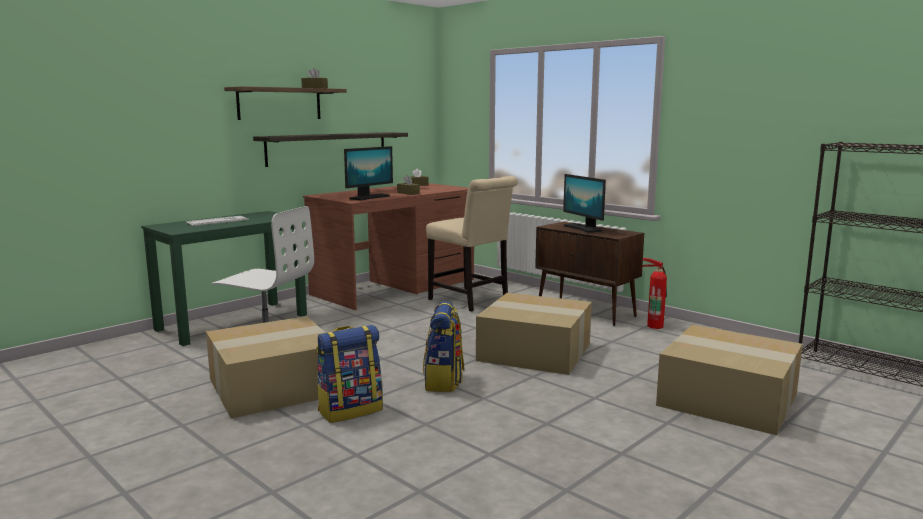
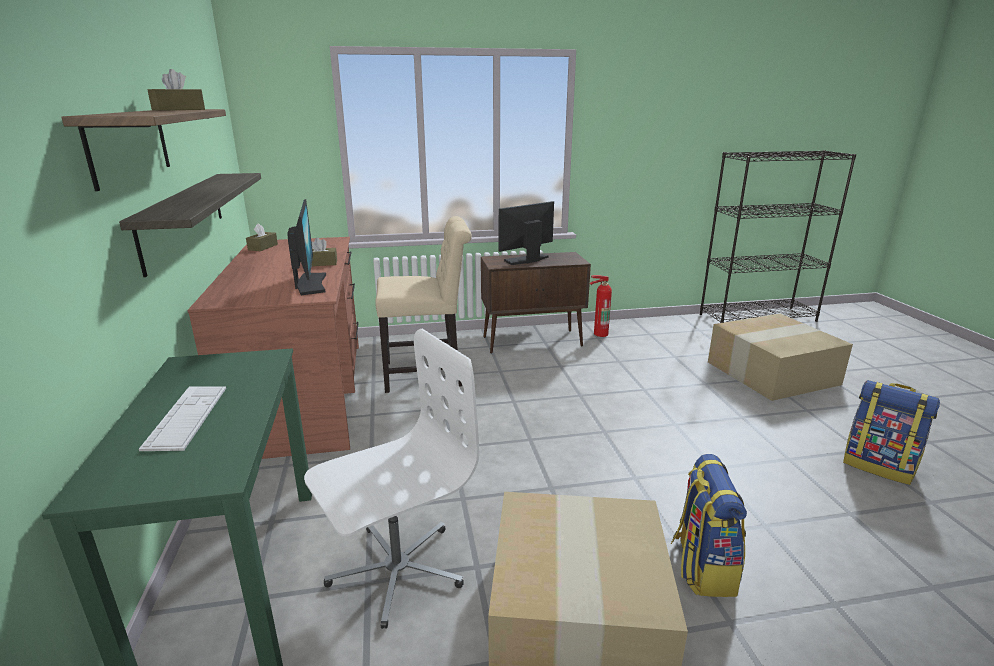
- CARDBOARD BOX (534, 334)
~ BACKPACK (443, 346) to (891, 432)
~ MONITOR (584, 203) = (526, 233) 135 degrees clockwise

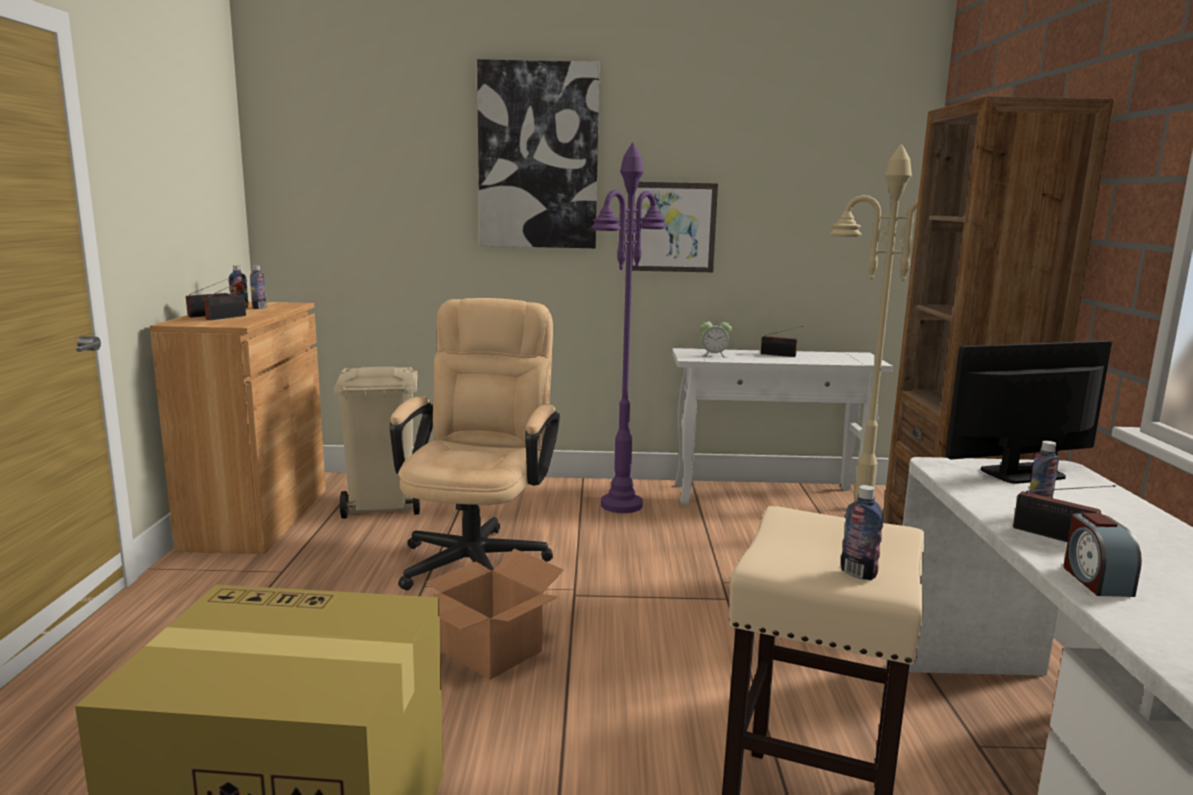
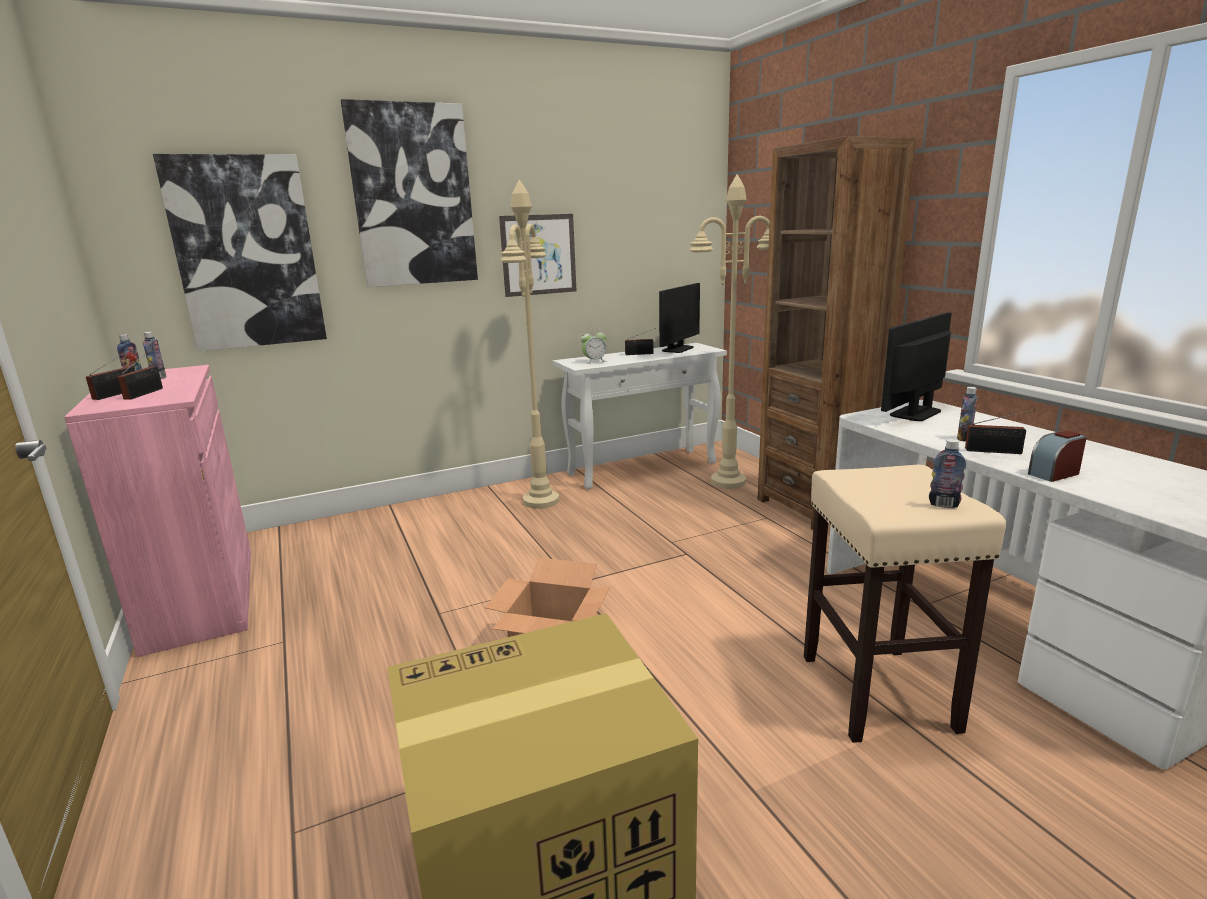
- BEIGE TRASH CAN (376, 443)
- BEIGE OFFICE CHAIR (475, 444)
+ PICTURE (240, 252)
+ MONITOR (679, 318)
~ BROWN CABINET (238, 427) to PINK CABINET (157, 511)
~ PURPLE FLOOR LAMP (629, 327) to BEIGE FLOOR LAMP (529, 344)
~ ALARM CLOCK (1103, 555) = (1057, 456) 90 degrees clockwise

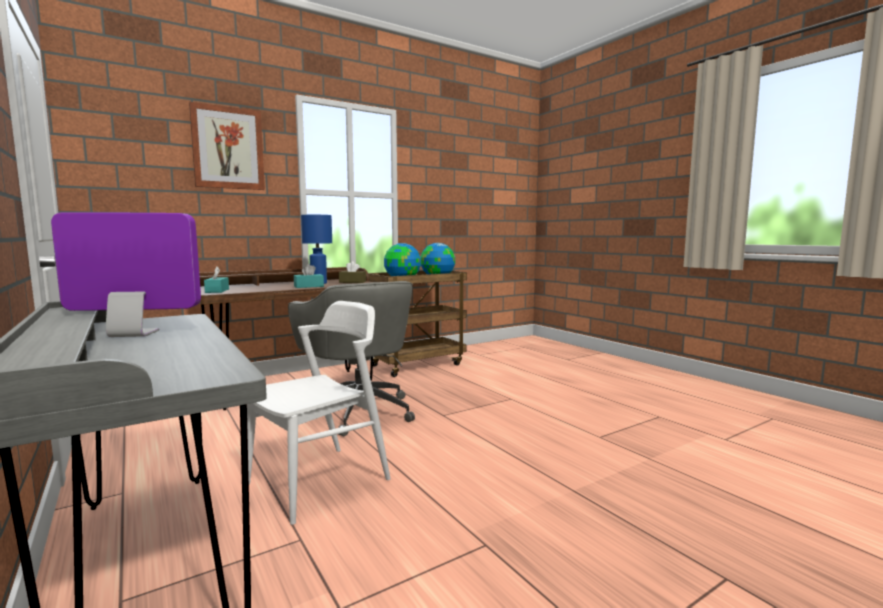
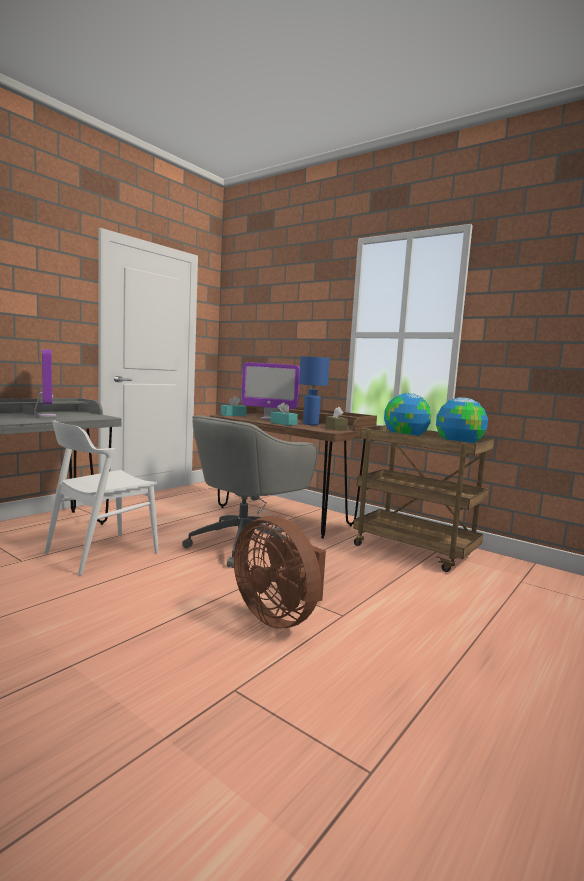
- PICTURE (227, 146)
+ BROWN FAN (280, 572)
+ MONITOR (270, 391)
~ WHITE CHAIR (319, 413) = (102, 498) 105 degrees clockwise

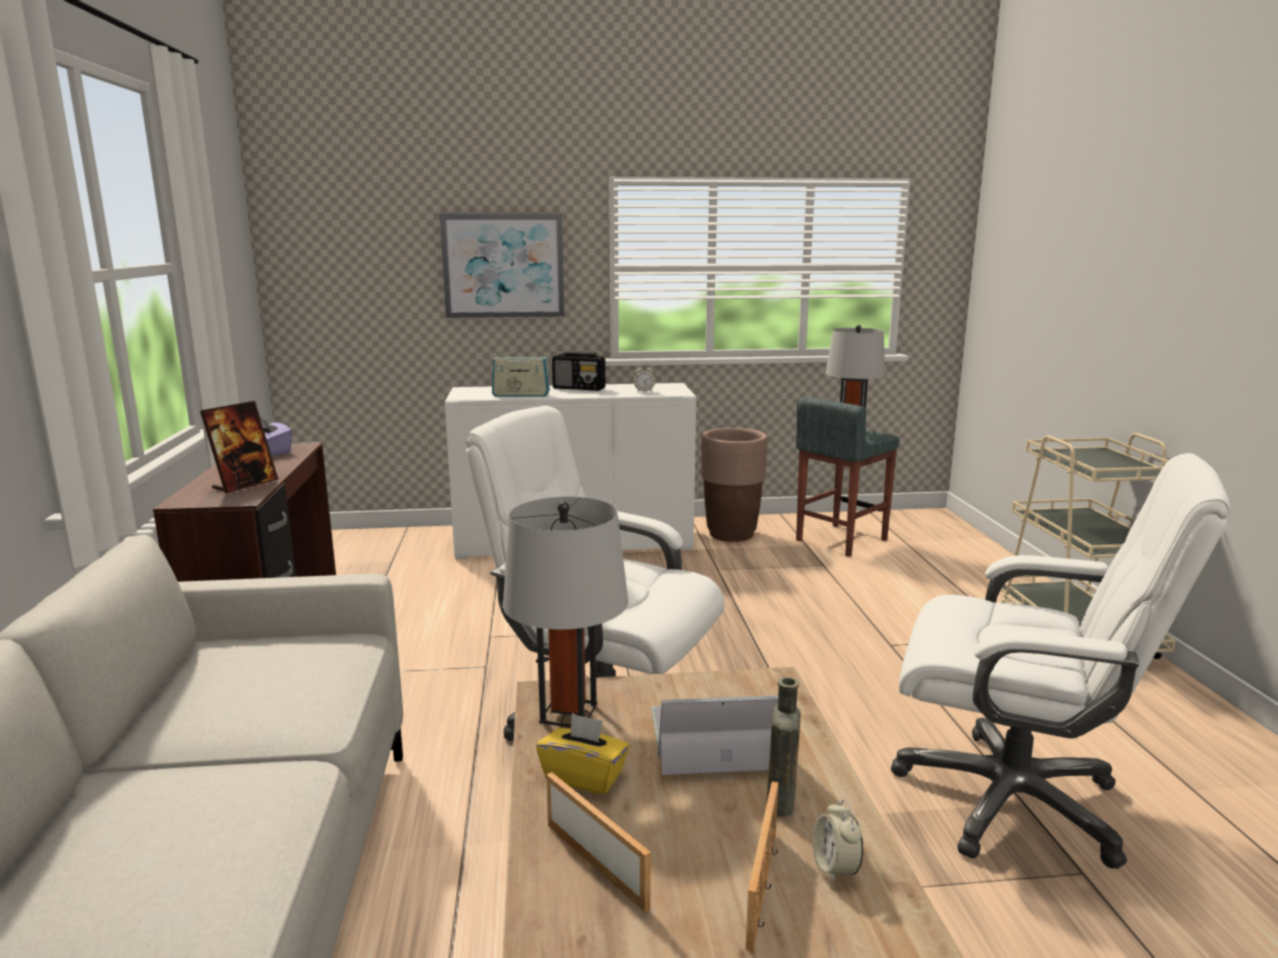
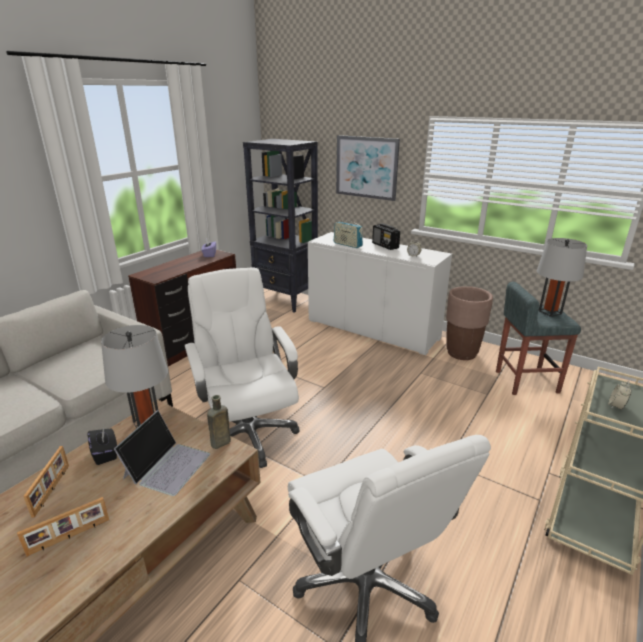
- PICTURE FRAME (239, 447)
+ BLACK BOOKCASE (280, 226)
~ BROWN BOTTLE (783, 747) to (219, 422)
~ ALARM CLOCK (838, 841) to (620, 395)
~ YELLOW TISSUE BOX (583, 753) to BLACK TISSUE BOX (102, 445)
~ LAPTOP (714, 735) = (162, 453) 75 degrees clockwise

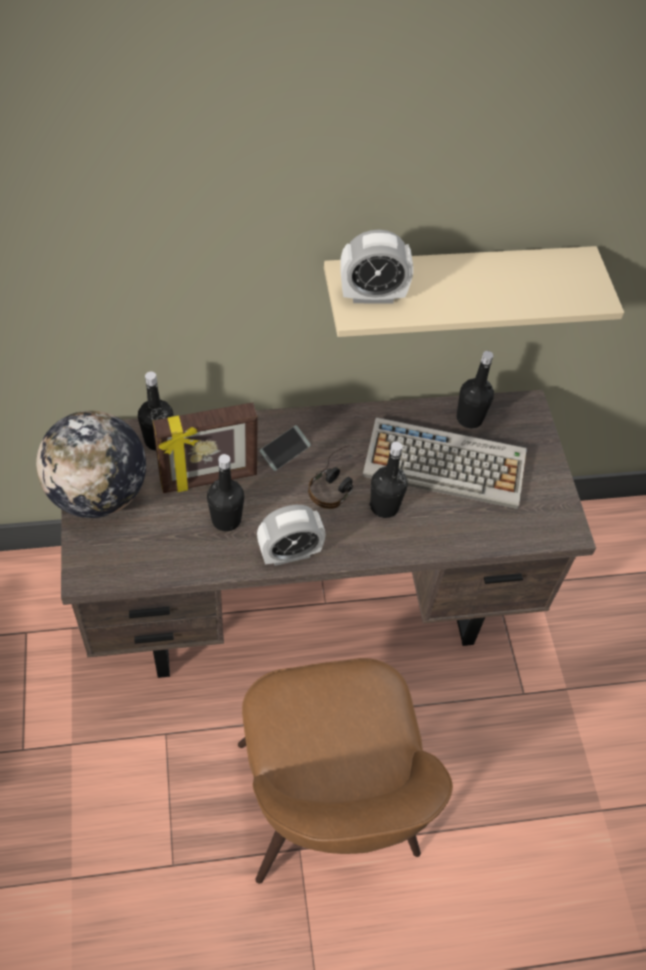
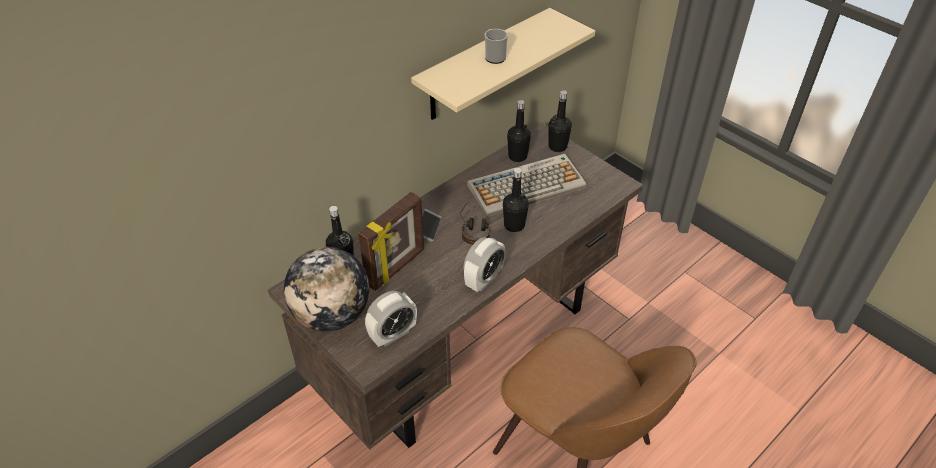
+ MUG (496, 46)
~ BLACK BOTTLE (225, 492) to (560, 121)
~ ALARM CLOCK (376, 267) to (391, 319)

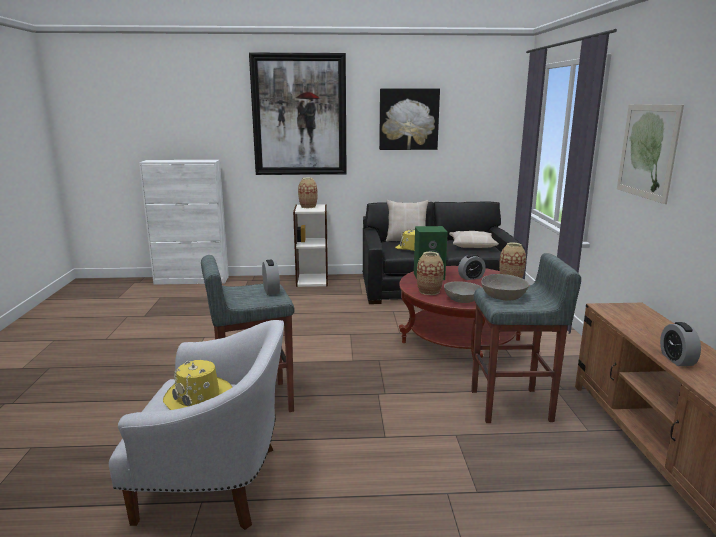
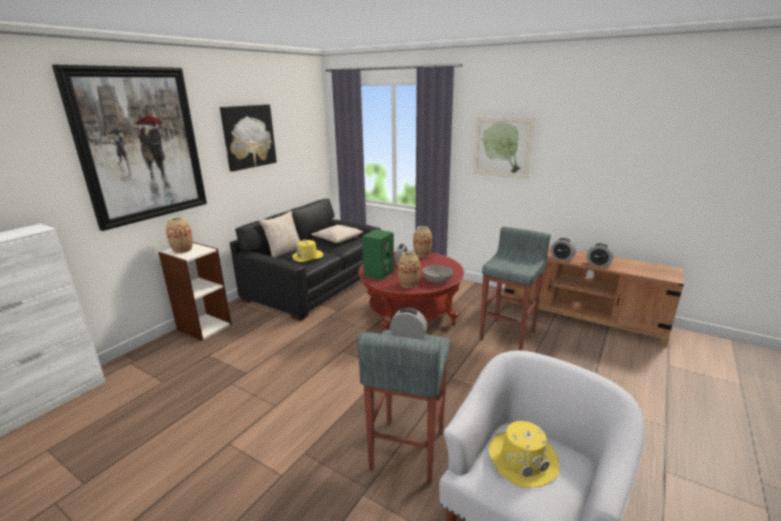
- GREY BOWL (505, 287)
+ ALARM CLOCK (563, 249)

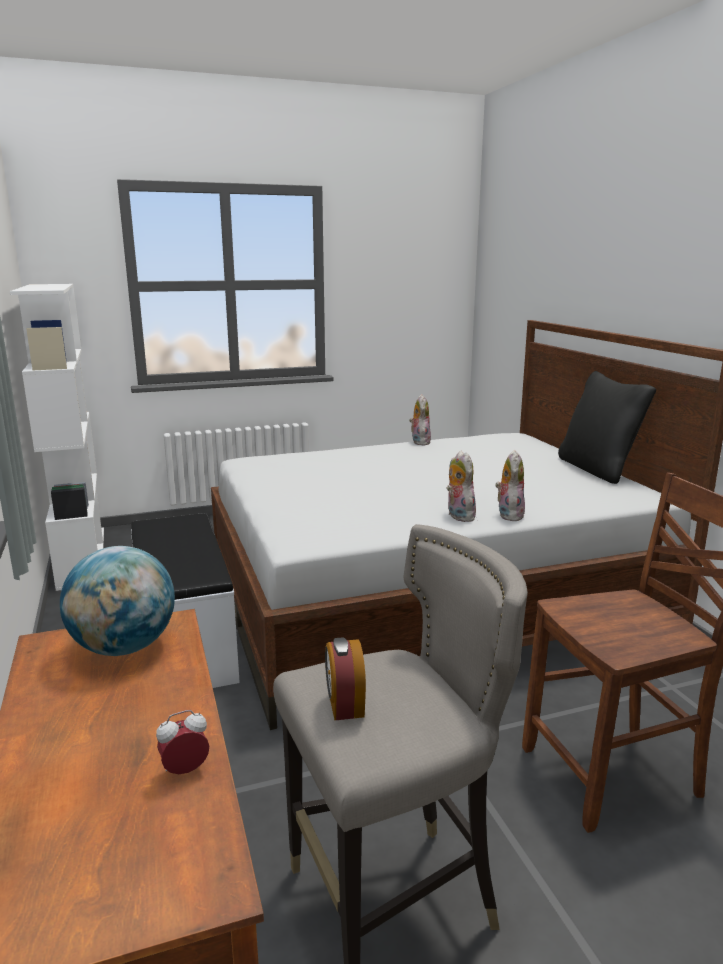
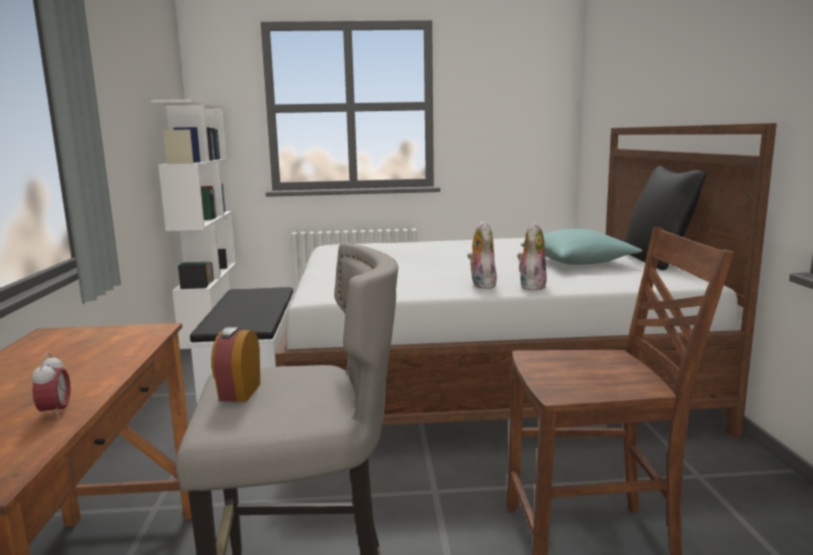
- GLOBE (117, 601)
- PLUSH TOY (420, 419)
+ TURQUOISE PILLOW (581, 247)
~ ALARM CLOCK (182, 742) = (51, 386) 90 degrees clockwise

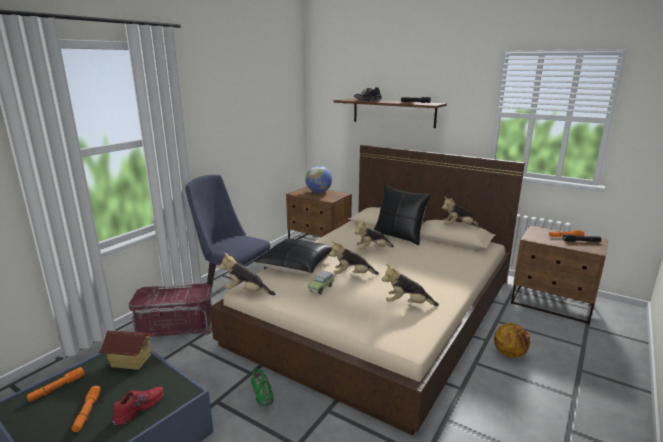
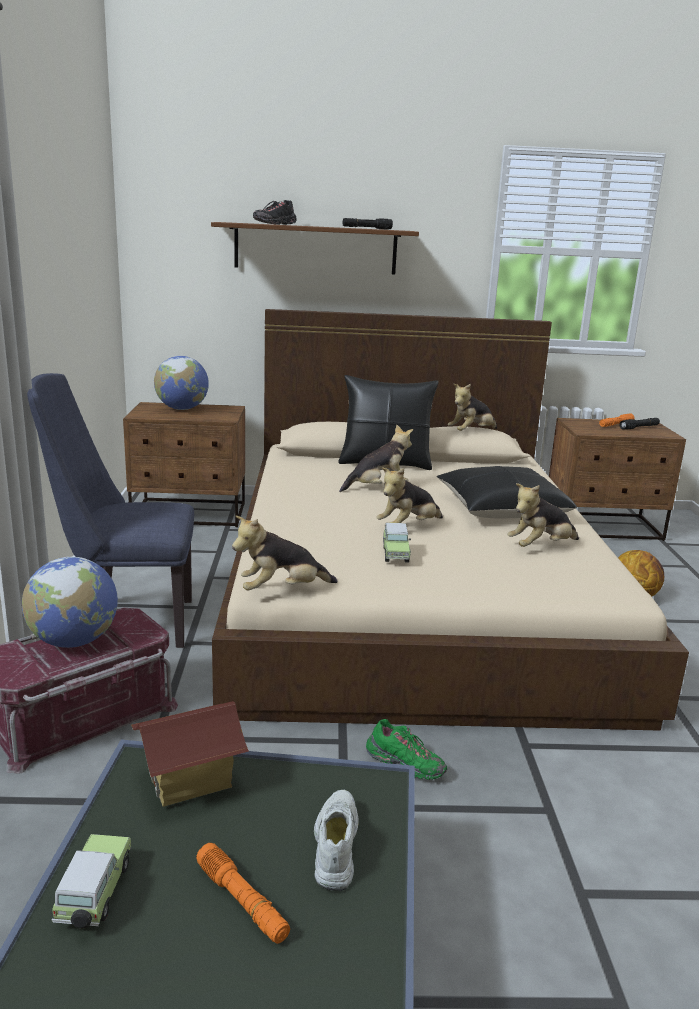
+ GLOBE (70, 602)
~ BLACK PILLOW (293, 256) to (506, 492)
~ ORANGE FLASHLIGHT (56, 384) to TOY CAR (91, 881)
~ RED SHOE (137, 405) to WHITE SHOE (336, 840)
~ PLUSH TOY (374, 235) = (376, 458) 150 degrees counterclockwise

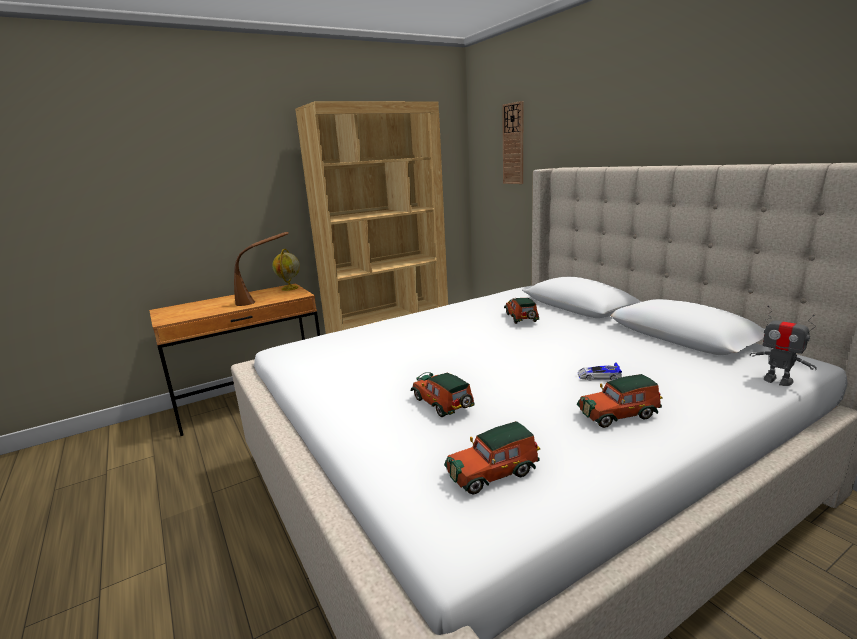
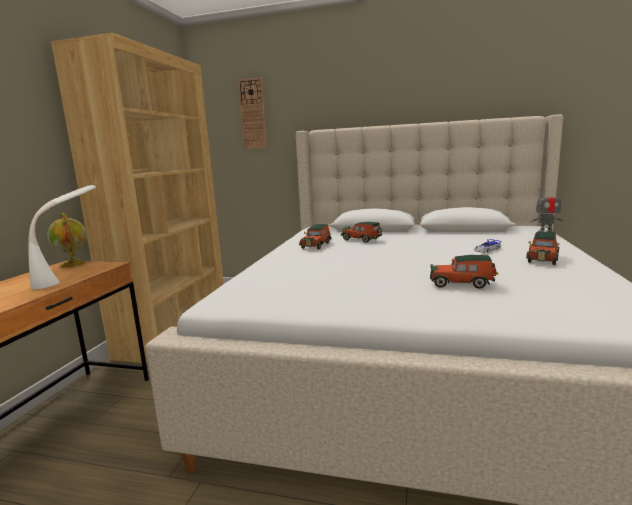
~ TOY CAR (492, 458) to (315, 236)
~ BROWN TABLE LAMP (261, 269) to WHITE TABLE LAMP (62, 237)

